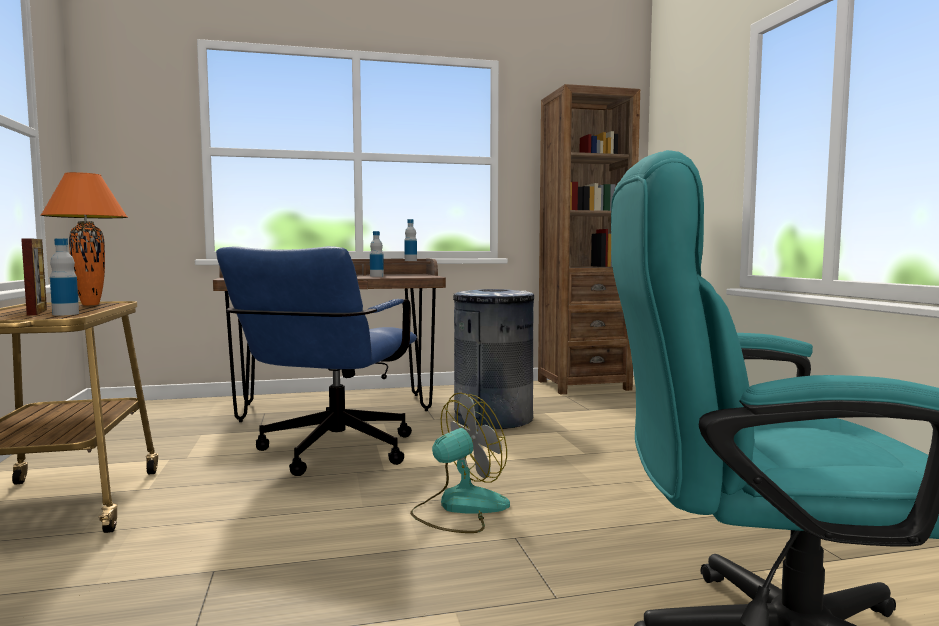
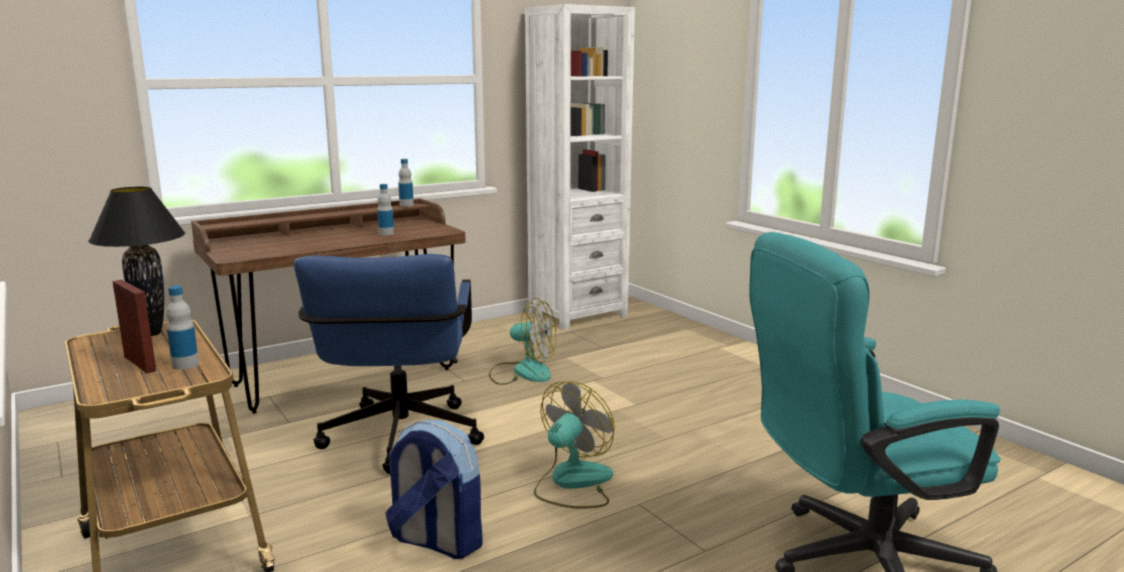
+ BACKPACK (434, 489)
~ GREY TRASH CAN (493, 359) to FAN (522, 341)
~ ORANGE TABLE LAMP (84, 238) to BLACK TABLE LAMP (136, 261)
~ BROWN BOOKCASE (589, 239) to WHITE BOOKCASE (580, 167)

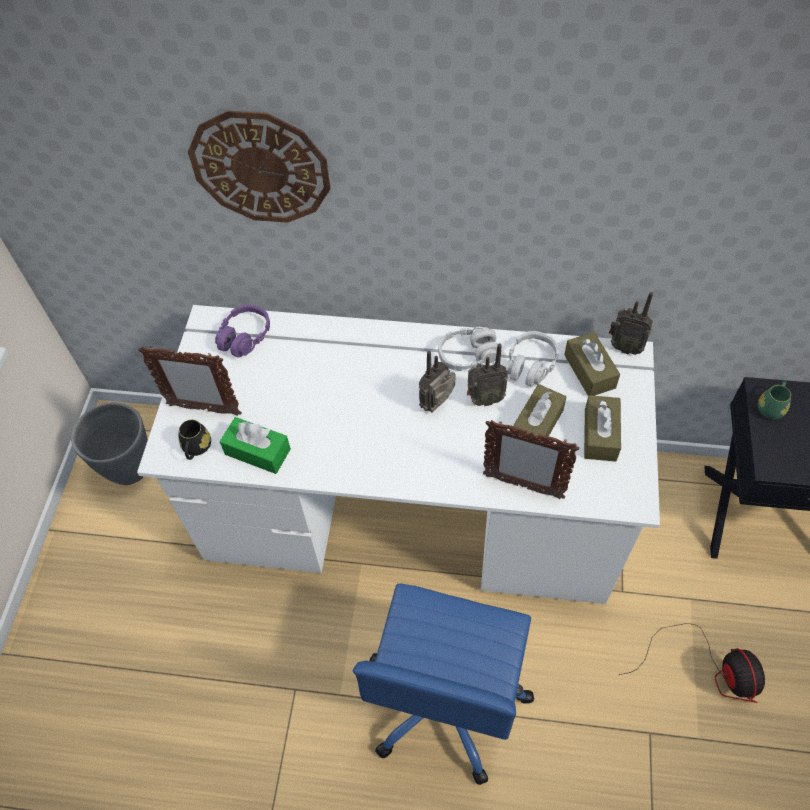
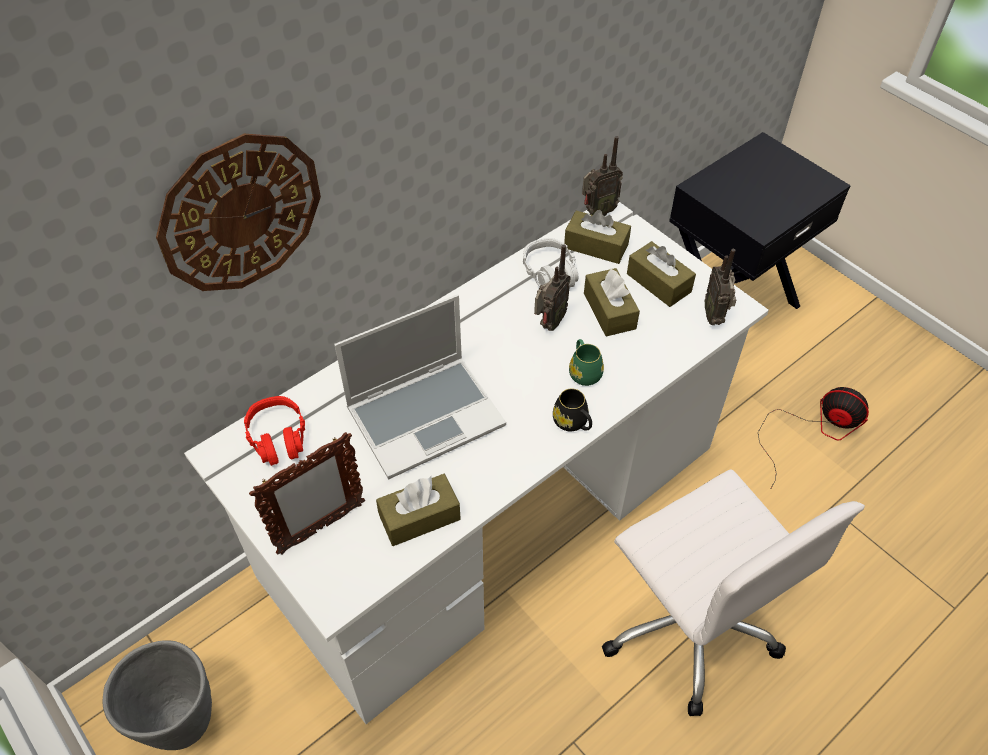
- GREY HEADPHONES (468, 349)
- PICTURE FRAME (531, 459)
+ LAPTOP (420, 386)
~ BLACK MUG (195, 440) to (572, 410)
~ RADIO (437, 382) to (720, 287)
~ GREEN MUG (774, 400) to (586, 362)
~ PURPLE HEADPHONES (242, 331) to RED HEADPHONES (274, 431)
~ GREEN TISSUE BOX (255, 445) to BROWN TISSUE BOX (418, 510)
~ BLUE OFFICE CHAIR (443, 684) to WHITE OFFICE CHAIR (733, 592)

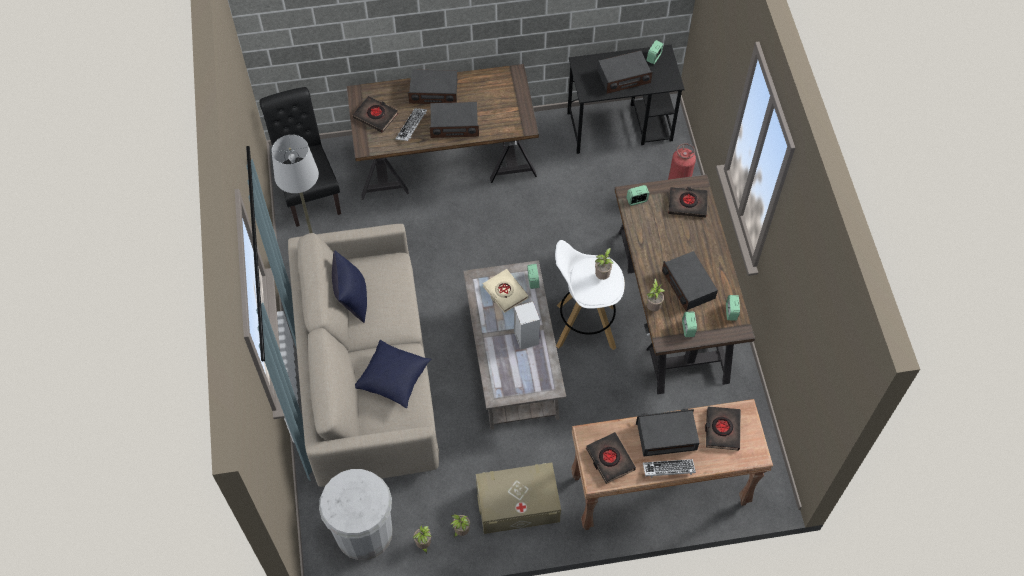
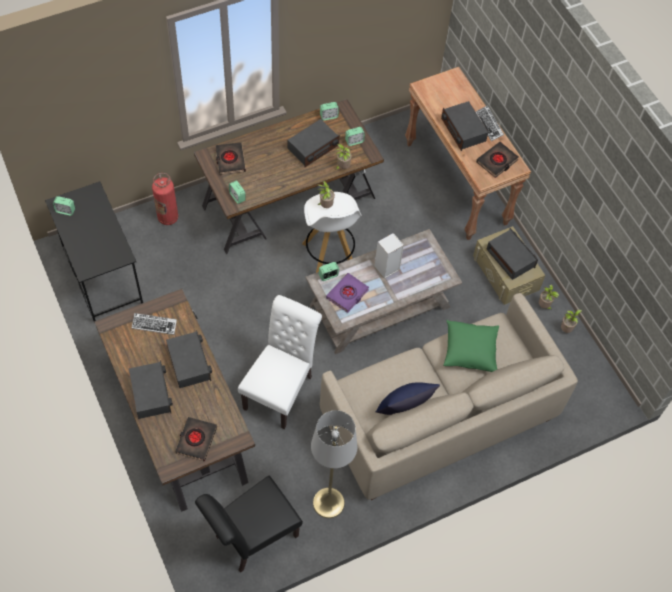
- WHITE TRASH CAN (355, 514)
- BLACK BOOK (723, 428)
+ WHITE CHAIR (280, 362)
~ KEYBOARD (411, 124) to (154, 324)
~ RADIO (625, 72) to (512, 254)
~ BLUE PILLOW (393, 374) to GREEN PILLOW (471, 346)
~ BEIGE BOOK (506, 291) to PURPLE BOOK (347, 293)

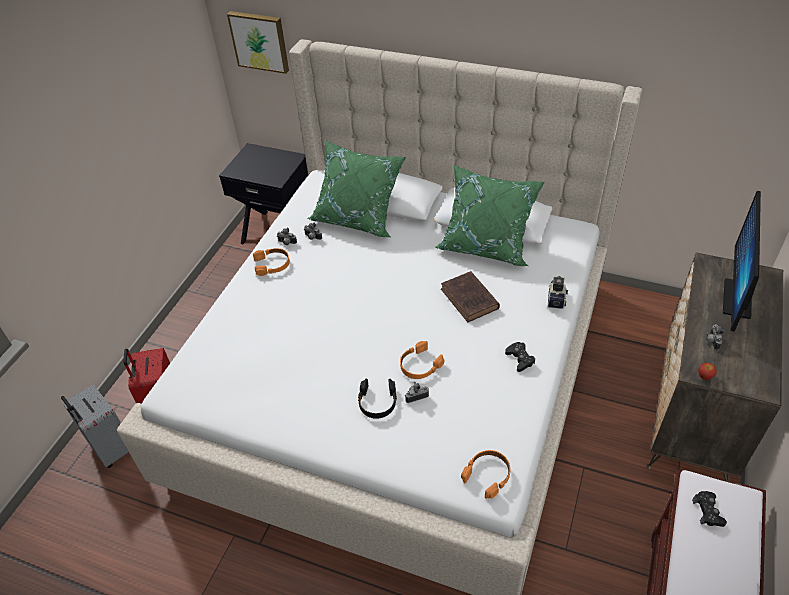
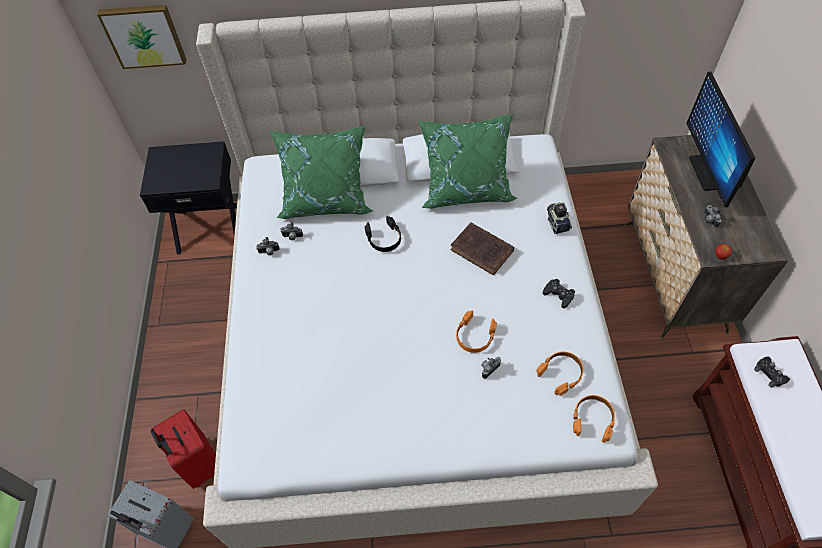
~ ORANGE HEADPHONES (271, 262) to (560, 374)
~ BLACK HEADPHONES (377, 399) to (382, 234)

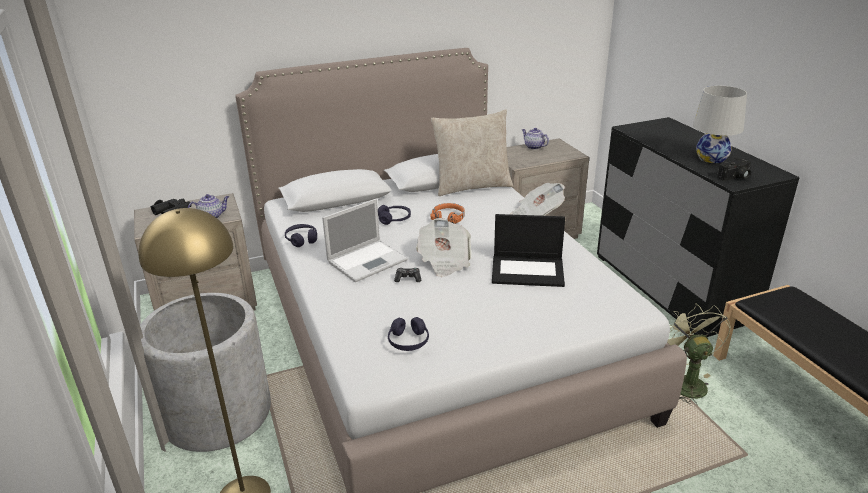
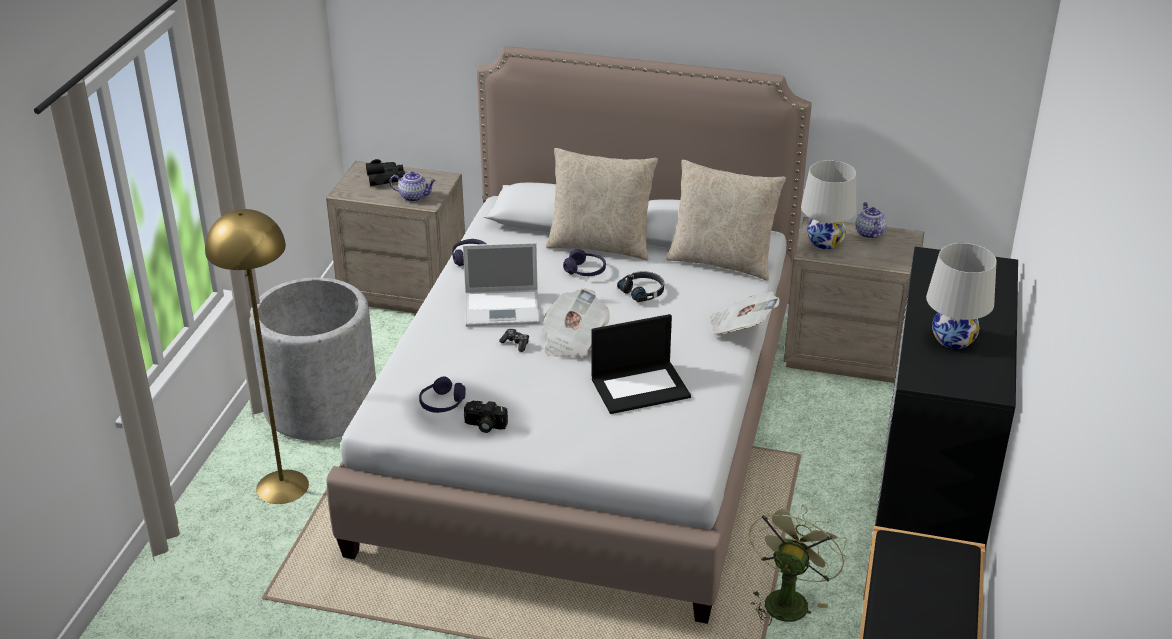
+ BEIGE PILLOW (602, 204)
+ WHITE TABLE LAMP (828, 204)
~ PHOTO CAMERA (734, 169) to (486, 417)
~ ORANGE HEADPHONES (447, 213) to BLACK HEADPHONES (640, 286)
~ LAPTOP (528, 250) = (641, 364) 60 degrees counterclockwise

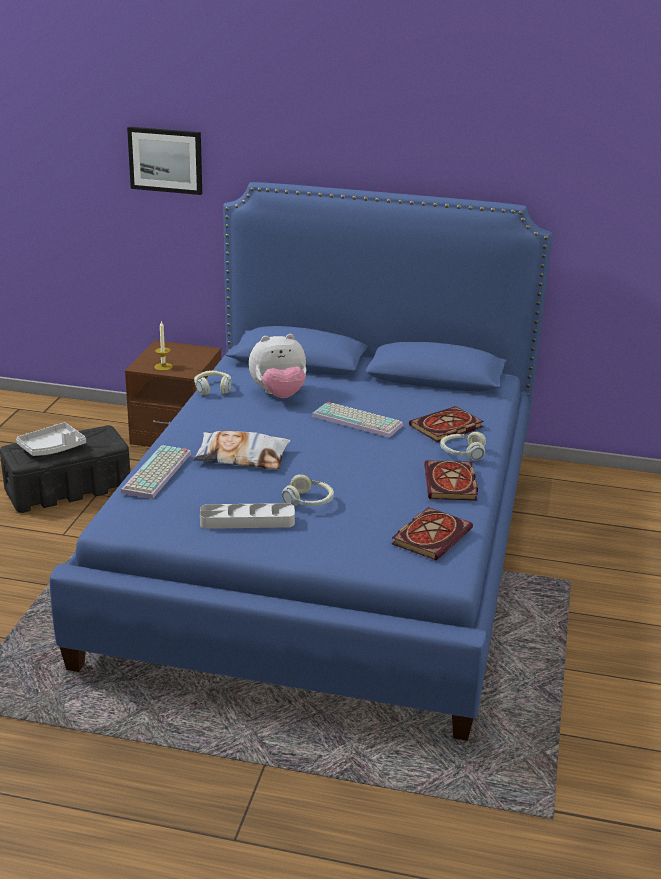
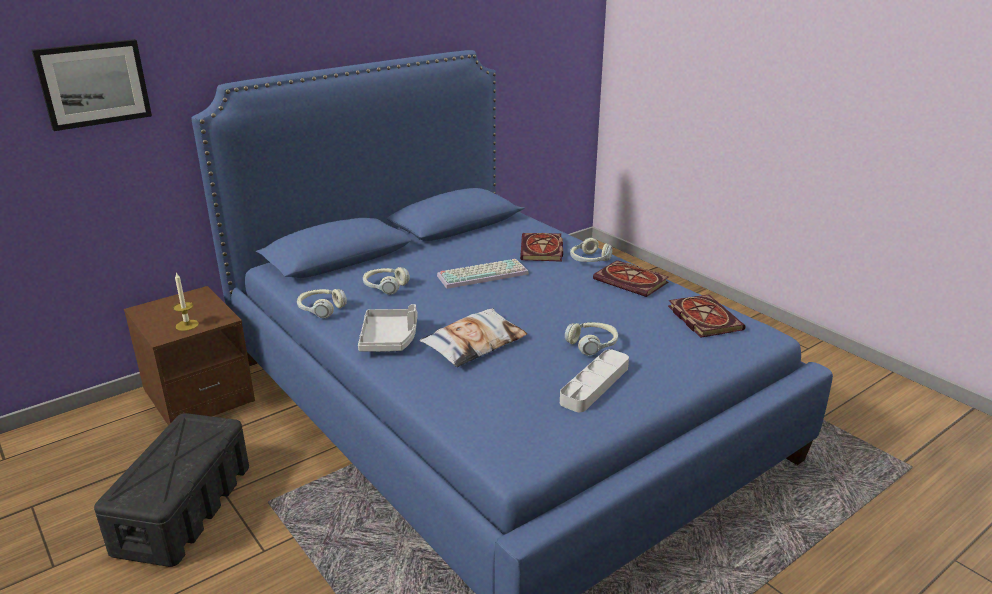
- KEYBOARD (156, 472)
~ GREY TRAY (51, 439) to (388, 328)
~ PLUSH TOY (277, 366) to HEADPHONES (386, 281)

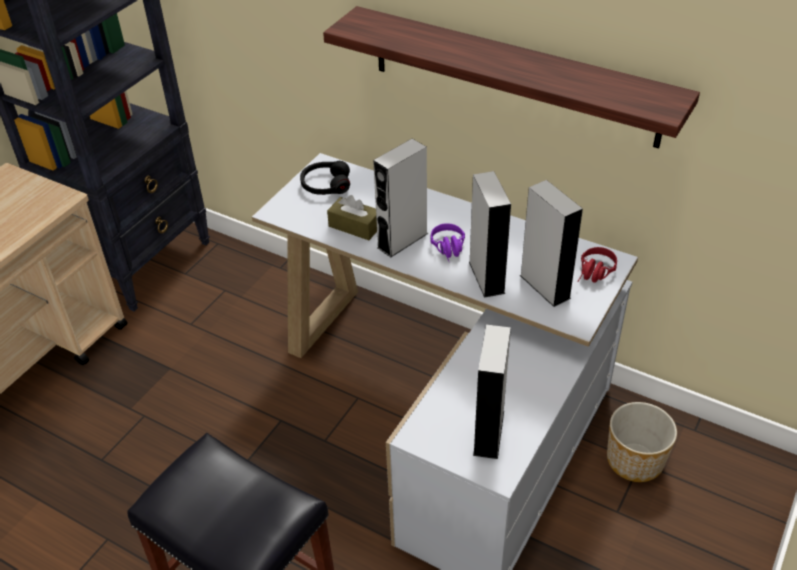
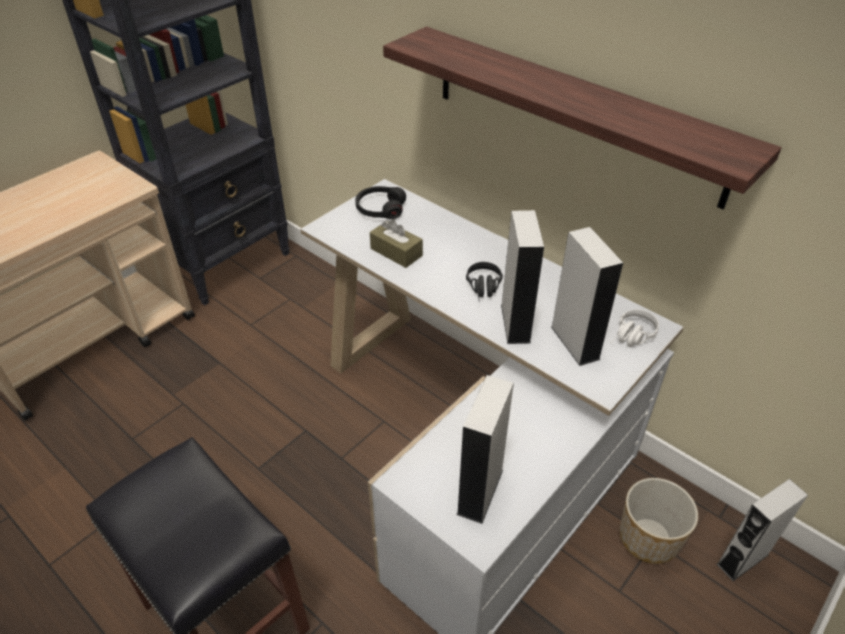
~ GREY SPEAKER (400, 198) to (762, 530)
~ PURPLE HEADPHONES (448, 242) to BLACK HEADPHONES (484, 282)
~ RED HEADPHONES (597, 265) to WHITE HEADPHONES (635, 328)

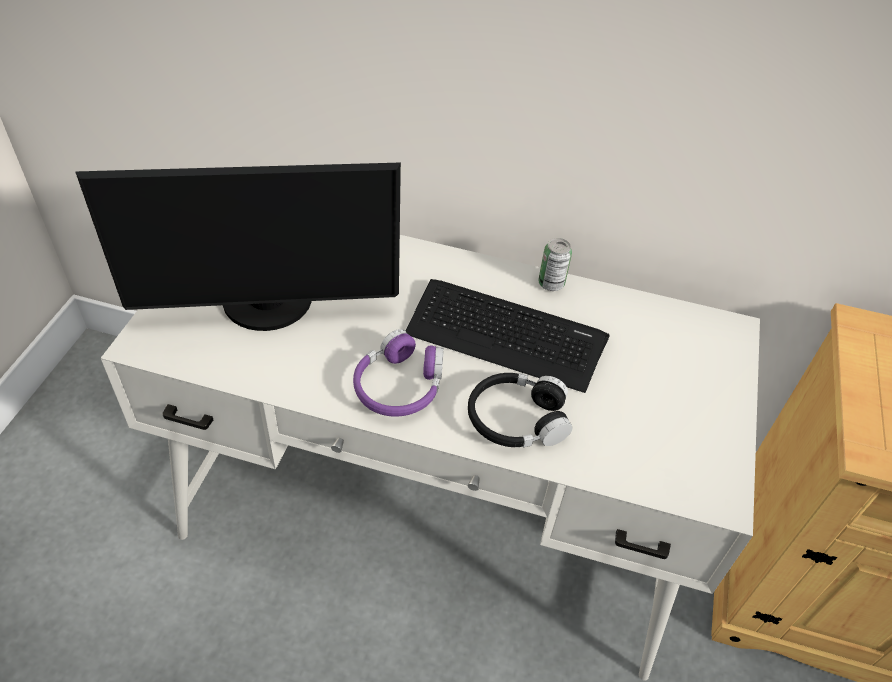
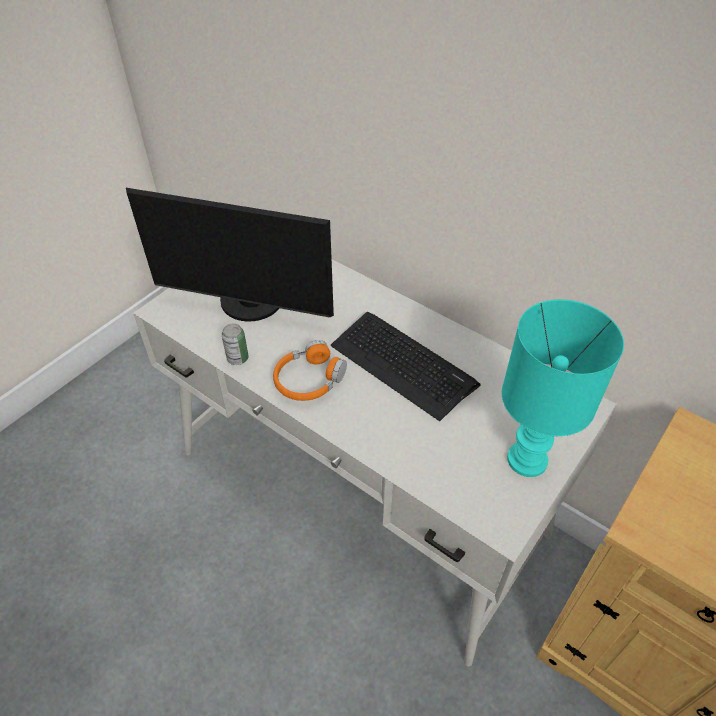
- BLACK HEADPHONES (520, 410)
+ TURQUOISE TABLE LAMP (563, 388)
~ CAN (555, 264) to (235, 344)
~ PURPLE HEADPHONES (398, 373) to ORANGE HEADPHONES (310, 370)

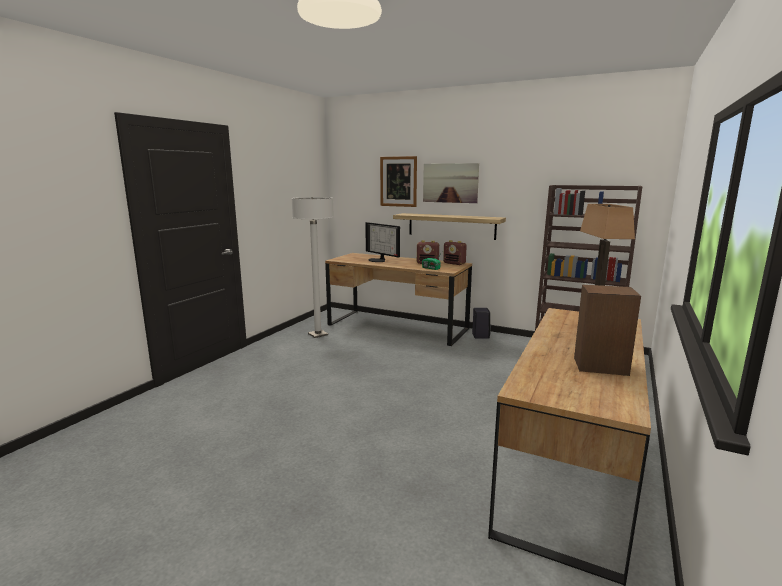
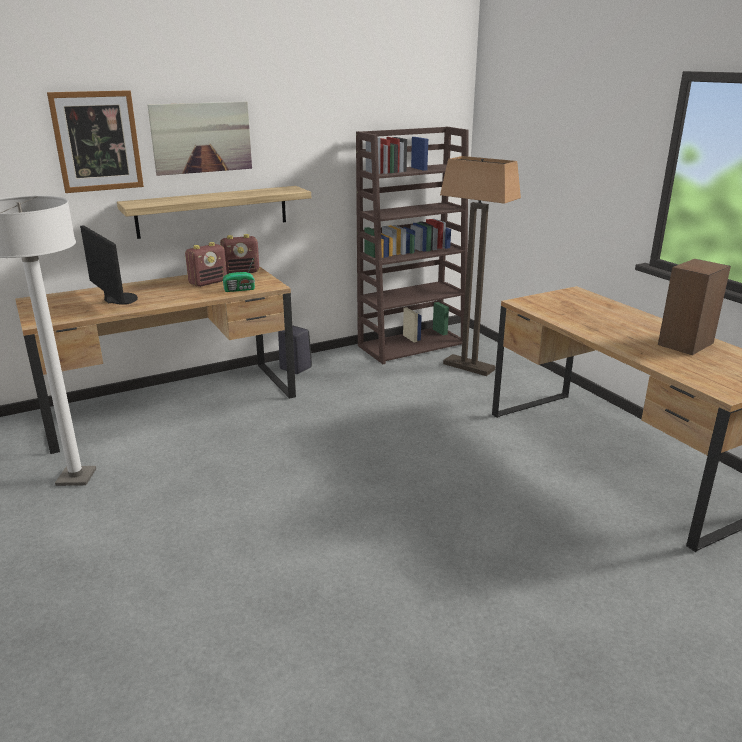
~ MONITOR (382, 242) = (109, 265) 120 degrees counterclockwise

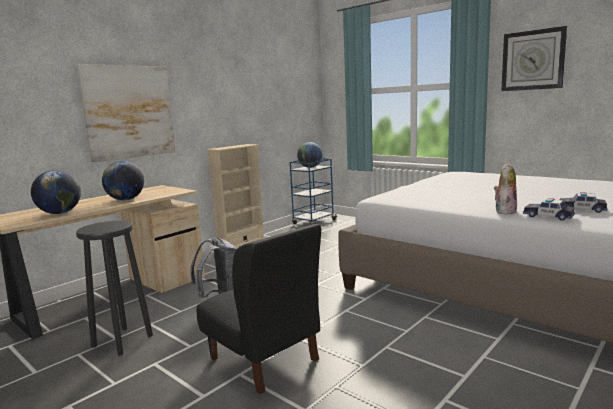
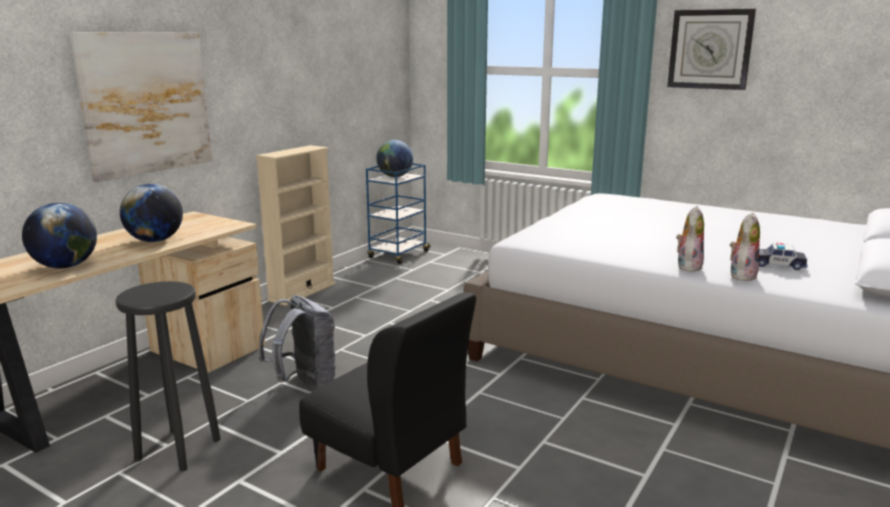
~ TOY CAR (549, 209) to PLUSH TOY (745, 246)

